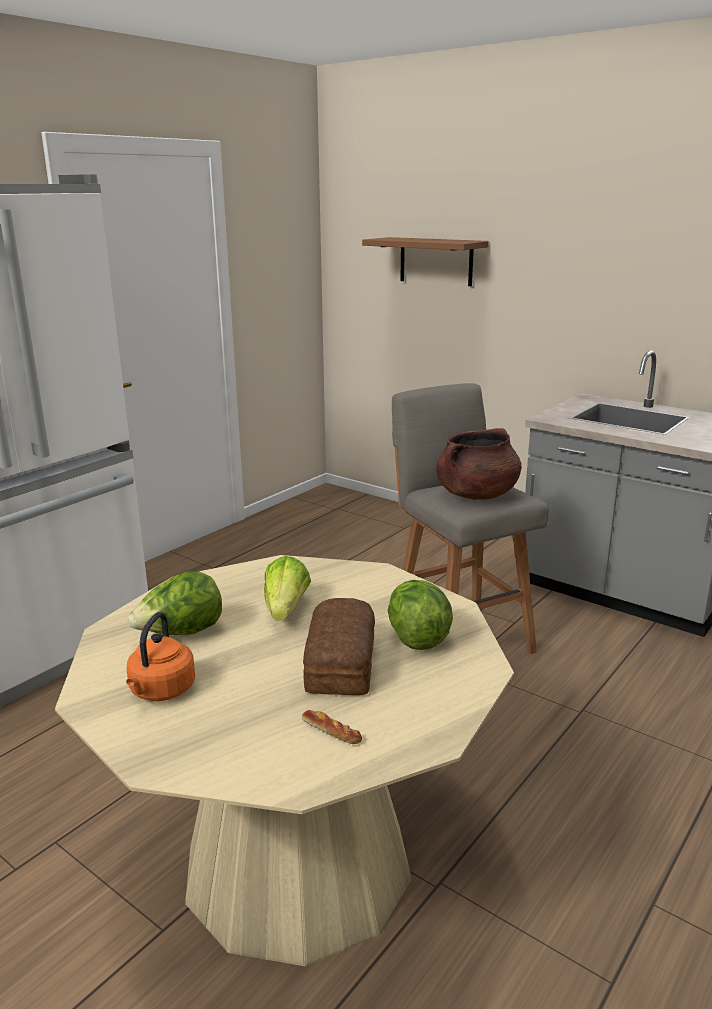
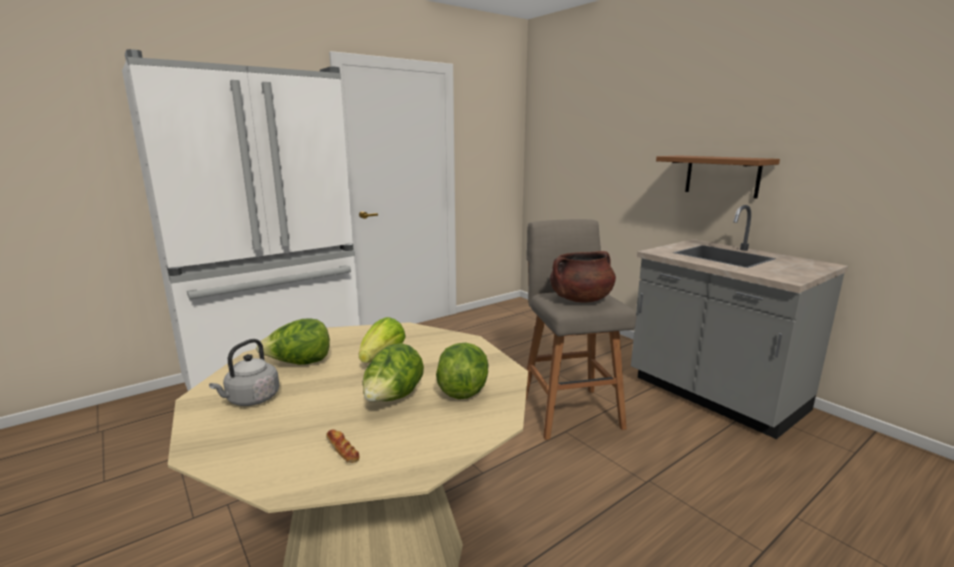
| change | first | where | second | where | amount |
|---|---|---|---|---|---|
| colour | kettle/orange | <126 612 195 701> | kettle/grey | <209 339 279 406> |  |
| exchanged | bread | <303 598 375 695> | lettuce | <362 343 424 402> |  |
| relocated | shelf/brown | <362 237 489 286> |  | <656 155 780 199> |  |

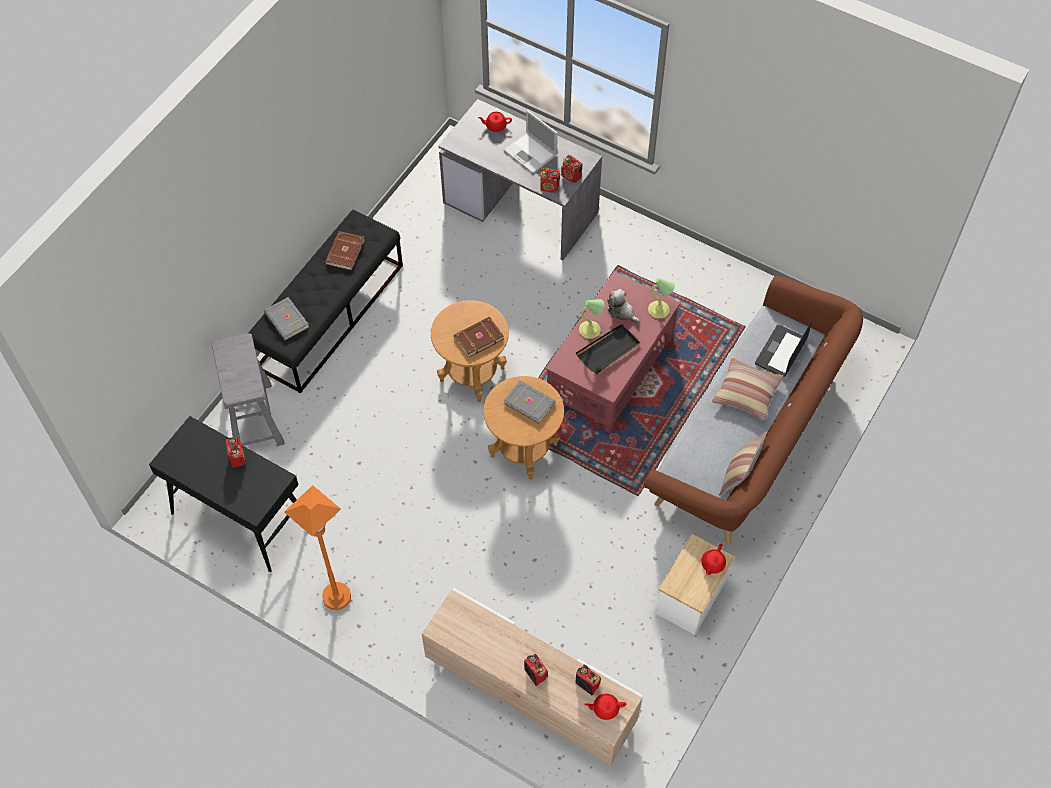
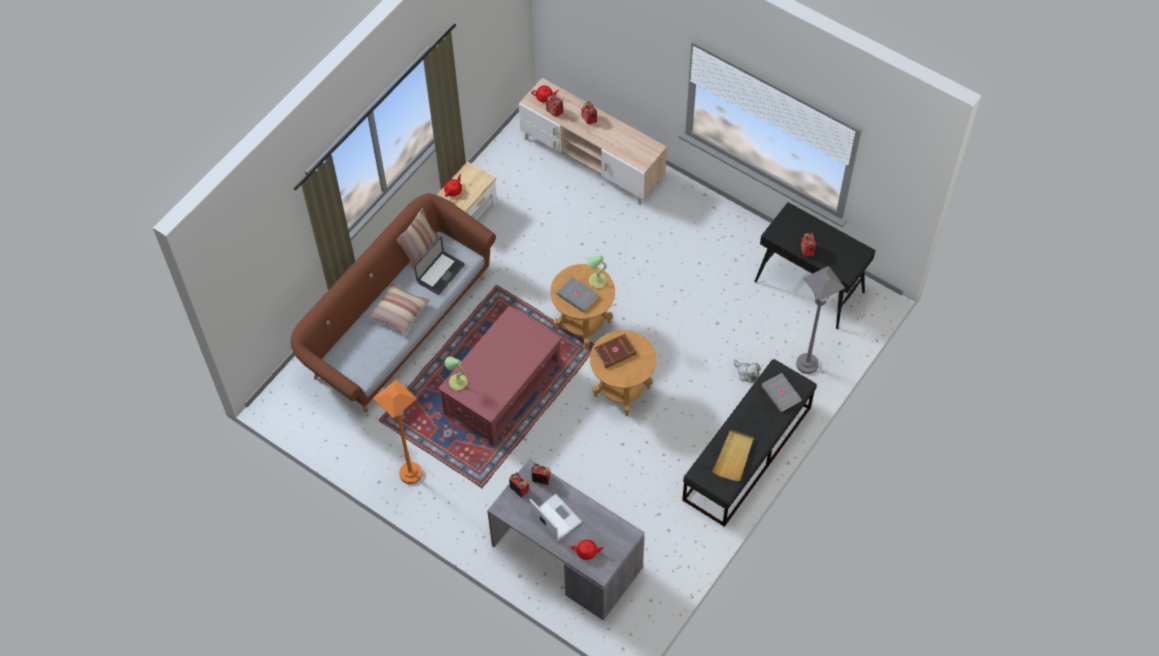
| change | first | where | second | where | amount |
|---|---|---|---|---|---|
| relocated | floor lamp/orange | <284 485 351 610> |  | <373 379 422 484> |  |
| relocated | laptop | <755 320 813 377> |  | <414 236 465 295> |  |
| relocated | table lamp | <579 299 604 339> |  | <587 256 607 288> |  |
| exchanged | book/brown | <325 231 365 270> | tray/beige | <712 430 754 481> |  |
| relocated | plush toy | <607 289 640 323> |  | <734 360 761 383> |  |
| exchanged | stool/grey | <212 333 285 446> | floor lamp/grey | <796 266 845 374> |  |
| missing | tray/black | <576 324 640 375> |  |  |  |

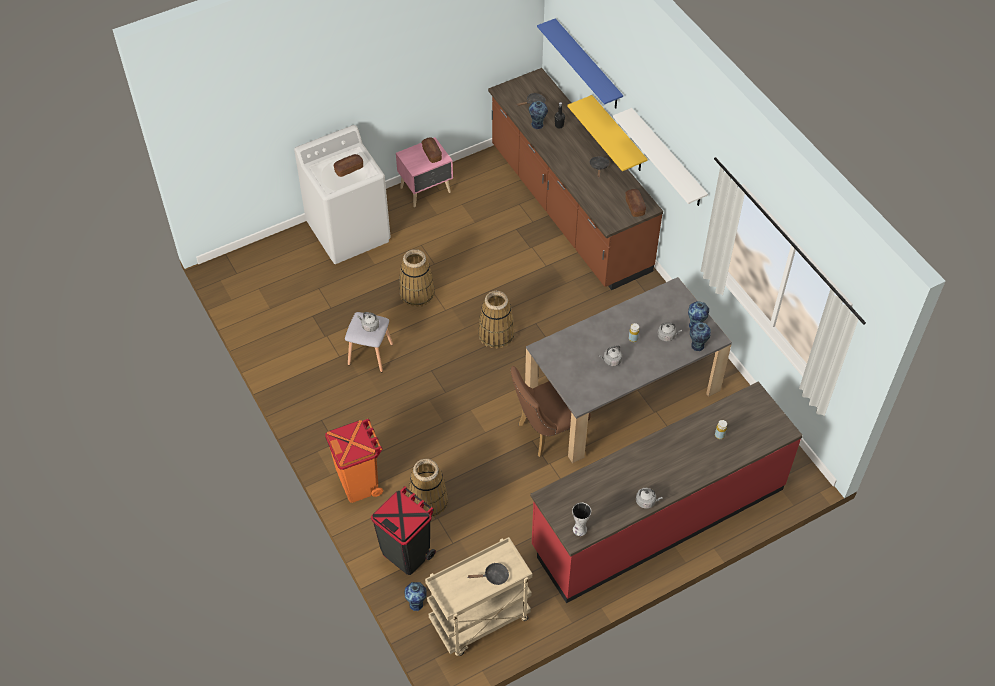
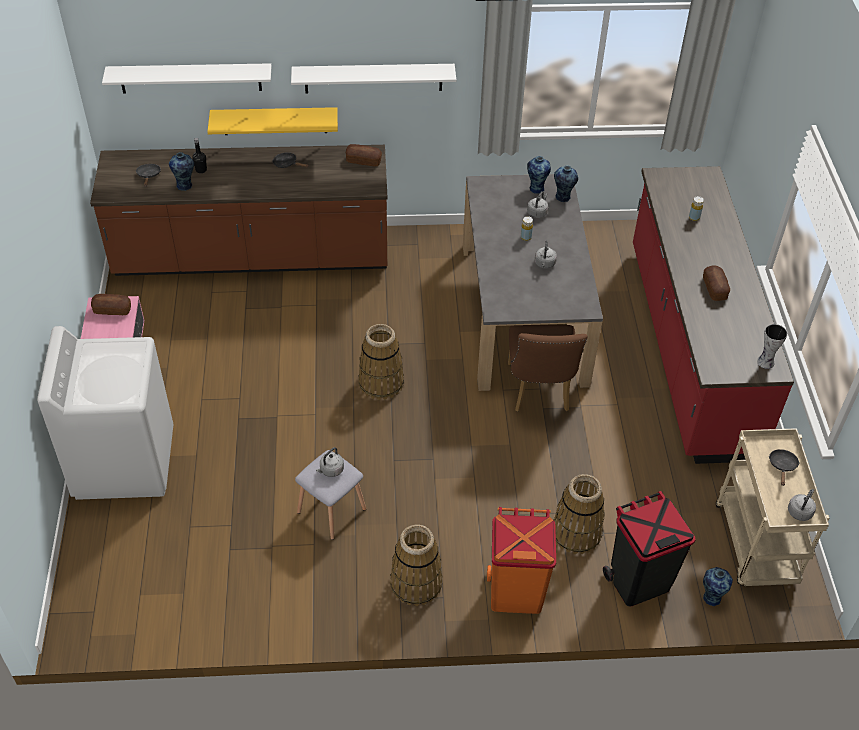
| change | first | where | second | where | amount |
|---|---|---|---|---|---|
| colour | shelf/blue | <537 18 623 108> | shelf/white | <102 63 272 94> |  |
| relocated | basket | <399 249 435 307> |  | <390 525 442 606> |  |
| relocated | bread | <334 154 363 177> |  | <703 265 730 301> |  |
| relocated | kettle/grey | <636 488 663 509> |  | <788 489 816 521> |  |

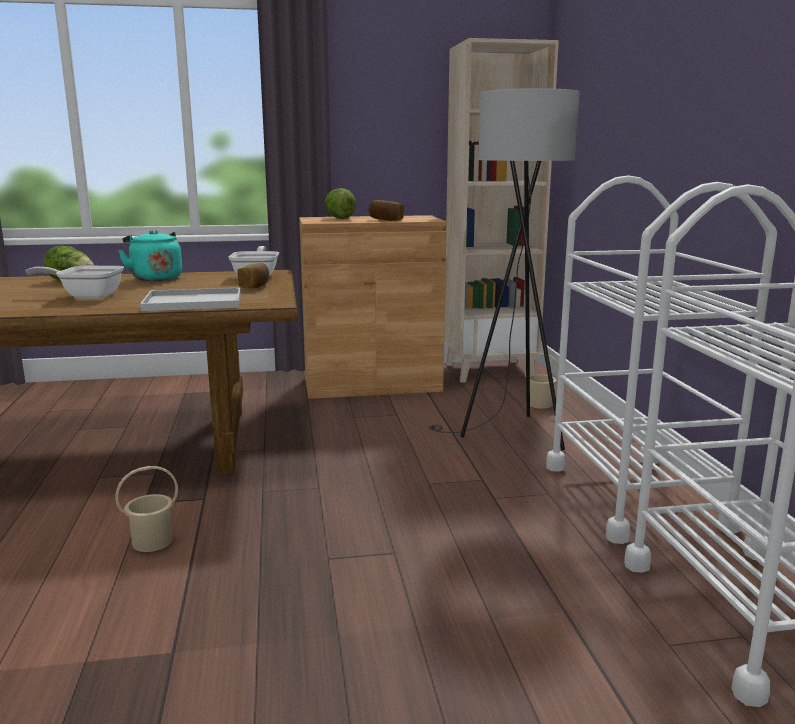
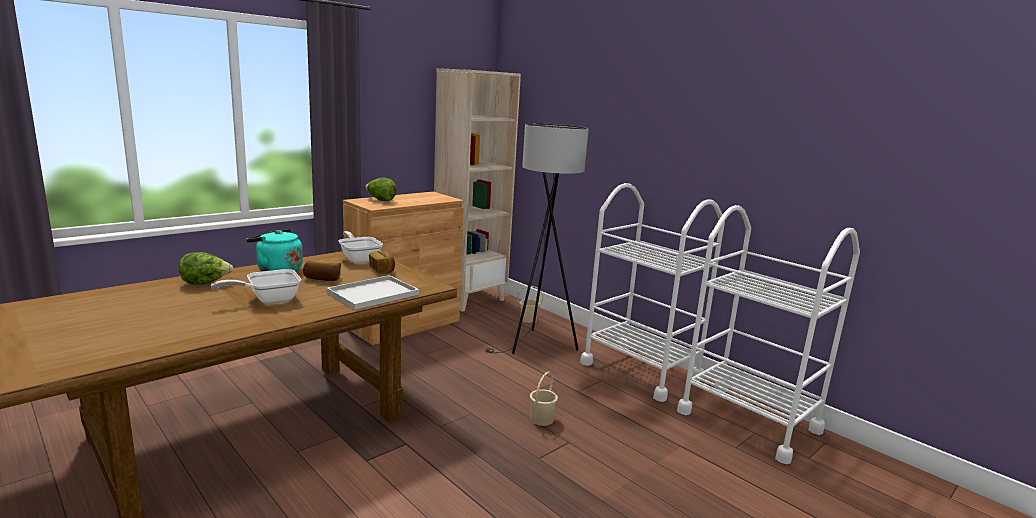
| change | first | where | second | where | amount |
|---|---|---|---|---|---|
| relocated | bread | <369 200 404 221> |  | <303 259 341 281> |  |
| relocated | bucket/beige | <115 466 178 552> |  | <530 372 558 426> |  |

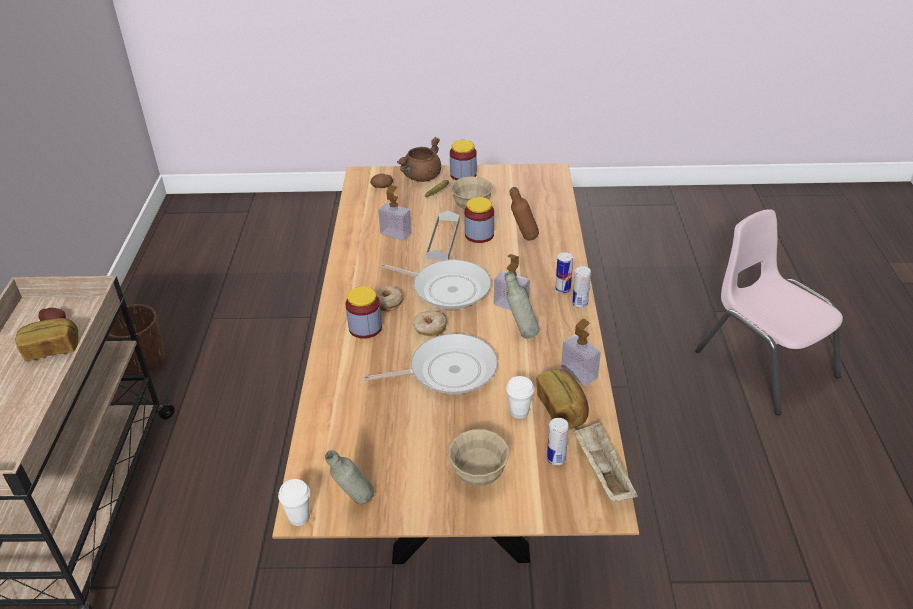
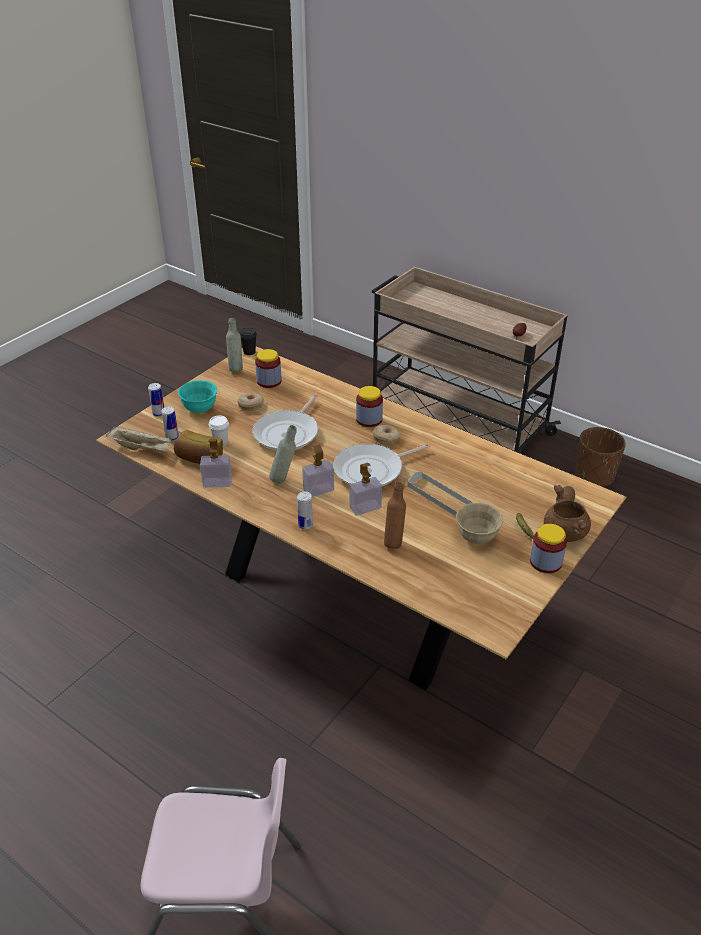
| change | first | where | second | where | amount |
|---|---|---|---|---|---|
| relocated | can | <572 266 591 308> |  | <148 383 164 417> |  |
| colour | bowl/beige | <448 429 509 486> | bowl/turquoise | <178 380 217 413> |  |
| relocated | donut | <413 311 447 337> |  | <238 393 264 411> |  |
| colour | cup/white | <278 479 310 526> | cup/black | <240 327 257 355> |  |
| relocated | jar | <464 197 494 243> |  | <255 349 282 388> |  |
| relocated | soap dispenser | <378 185 411 241> |  | <350 463 382 516> |  |
| missing | bread | <15 318 78 361> |  |  |  |

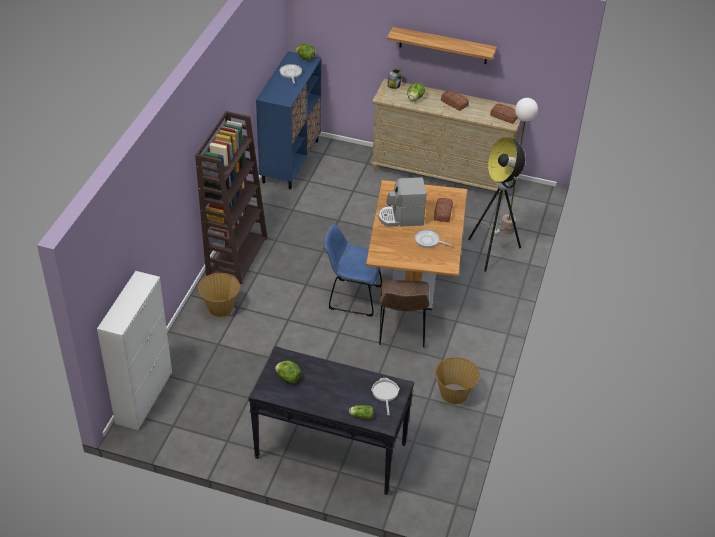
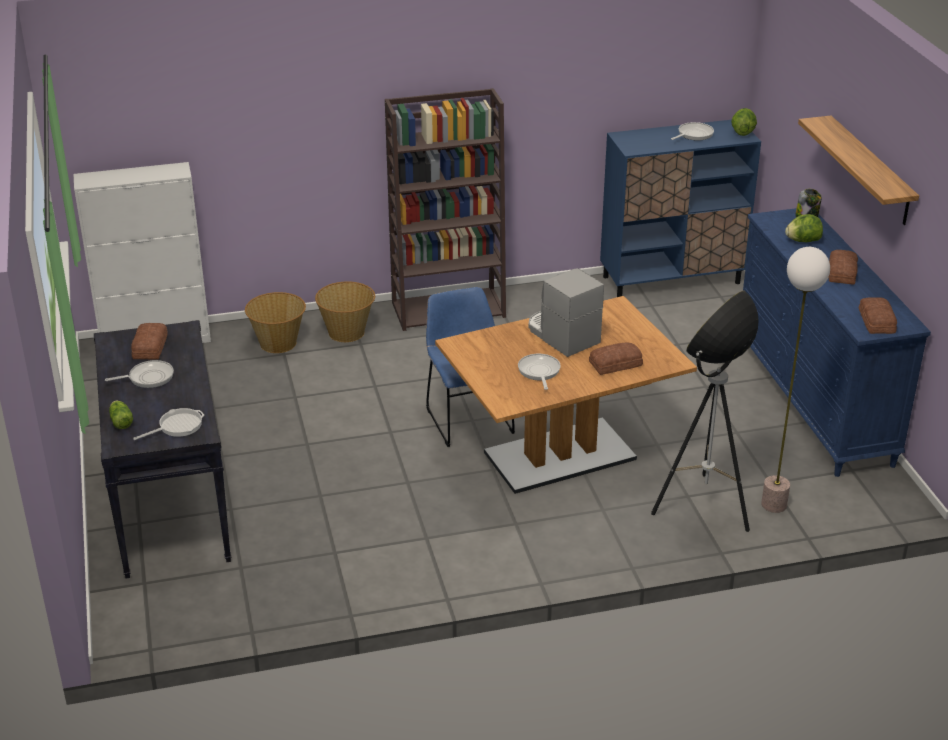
| change | first | where | second | where | amount |
|---|---|---|---|---|---|
| appeared |  |  | frying pan | <105 360 174 388> |  |
| exchanged | lettuce | <275 361 301 383> | bread | <131 323 168 360> |  |
| relocated | basket | <435 357 480 404> |  | <245 292 306 353> |  |
| colour | dresser/beige | <371 79 521 200> | dresser/blue | <743 208 931 477> |  |
| missing | chair/brown | <379 280 430 347> |  |  |  |

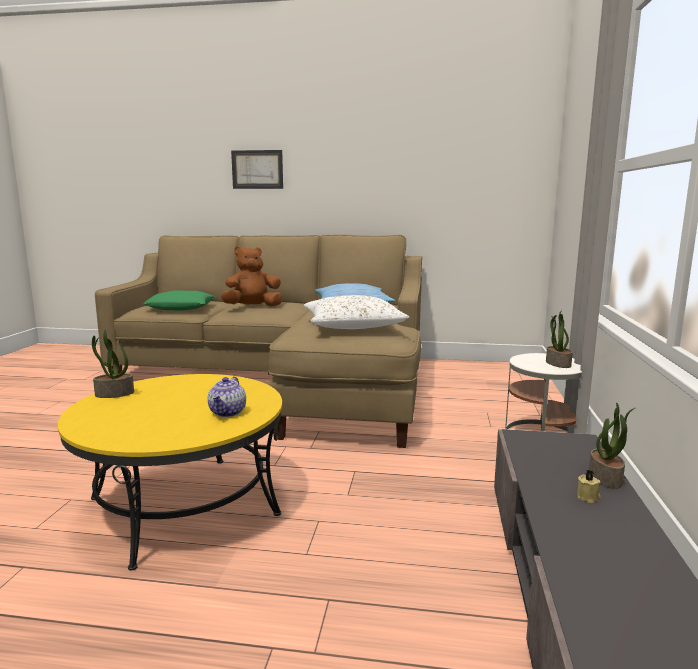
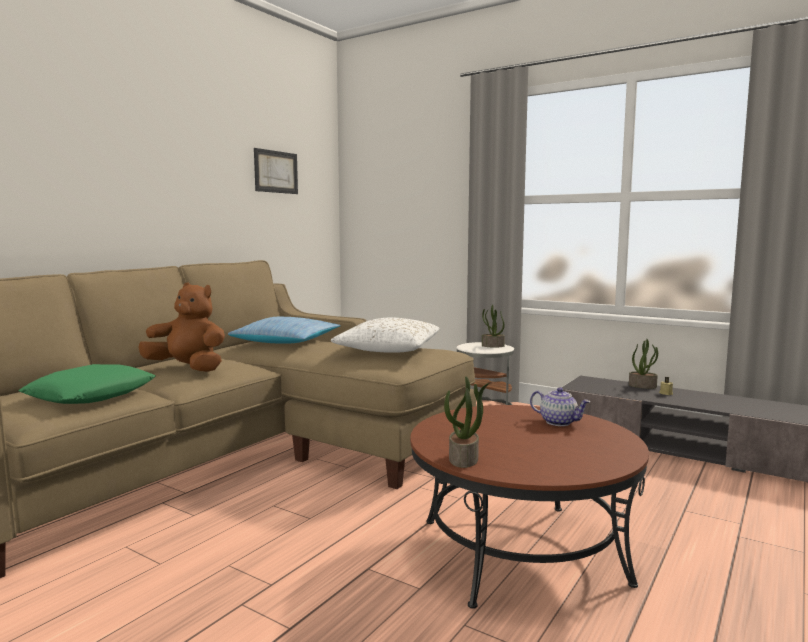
| change | first | where | second | where | amount |
|---|---|---|---|---|---|
| spun | plush toy/brown | <221 246 283 306> |  | <139 282 225 372> | 105 degrees clockwise |
| relocated | picture | <231 150 283 189> |  | <254 148 298 194> |  |
| colour | coffee table/yellow | <58 374 282 570> | coffee table/brown | <410 405 649 609> |  |

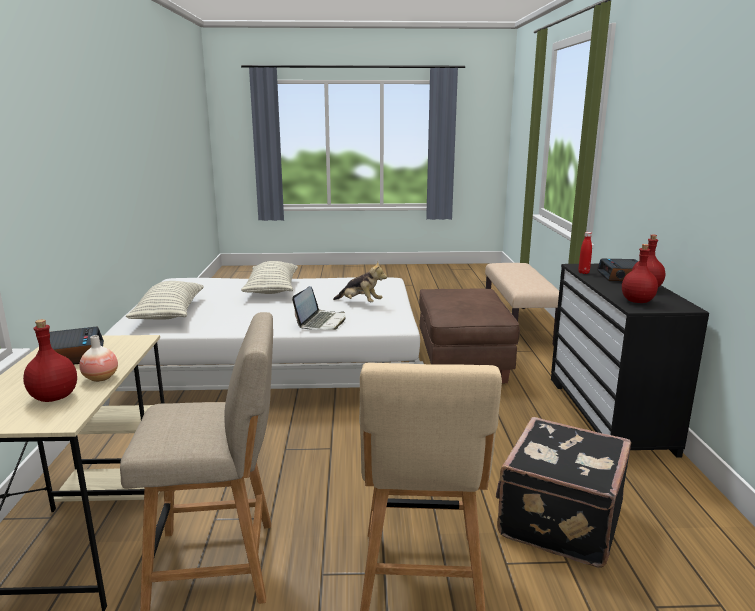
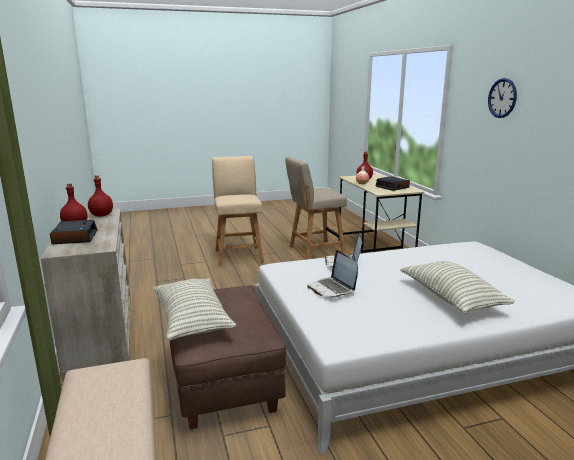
| change | first | where | second | where | amount |
|---|---|---|---|---|---|
| colour | dresser/black | <551 264 709 458> | dresser/beige | <41 209 131 381> |  |
| relocated | pillow | <126 281 203 320> |  | <153 278 236 341> |  |
| exchanged | plush toy | <333 262 387 302> | laptop | <307 250 358 298> |  |
| appeared |  |  | wall clock | <488 78 517 118> |  |
| missing | suitcase/black | <496 417 631 567> |  |  |  |
| missing | bottle/red | <578 232 592 274> |  |  |  |

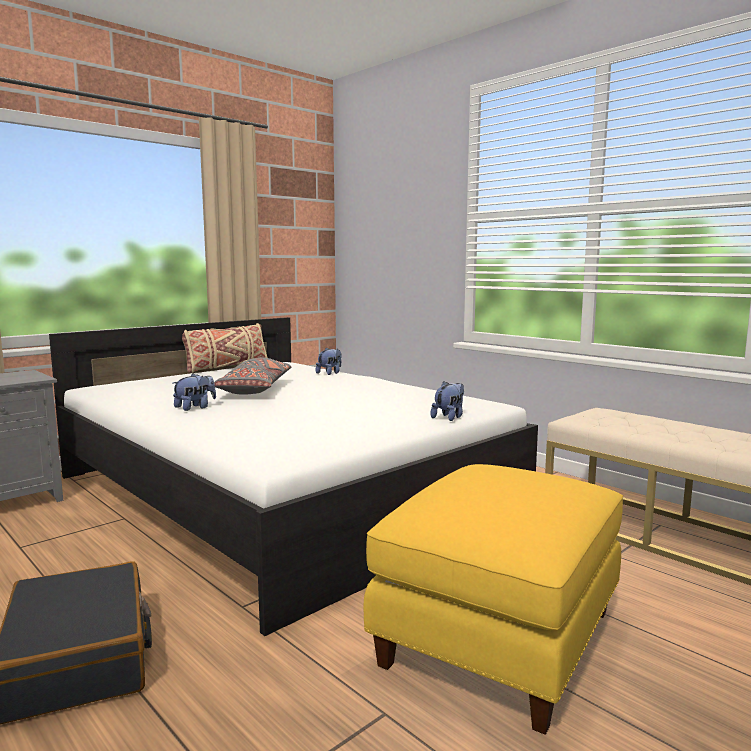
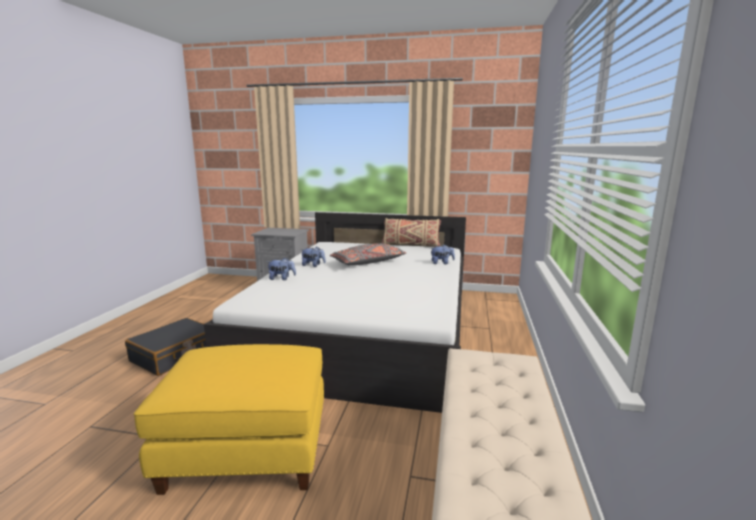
| change | first | where | second | where | amount |
|---|---|---|---|---|---|
| relocated | plush toy | <430 381 464 421> |  | <268 257 296 280> |  |

